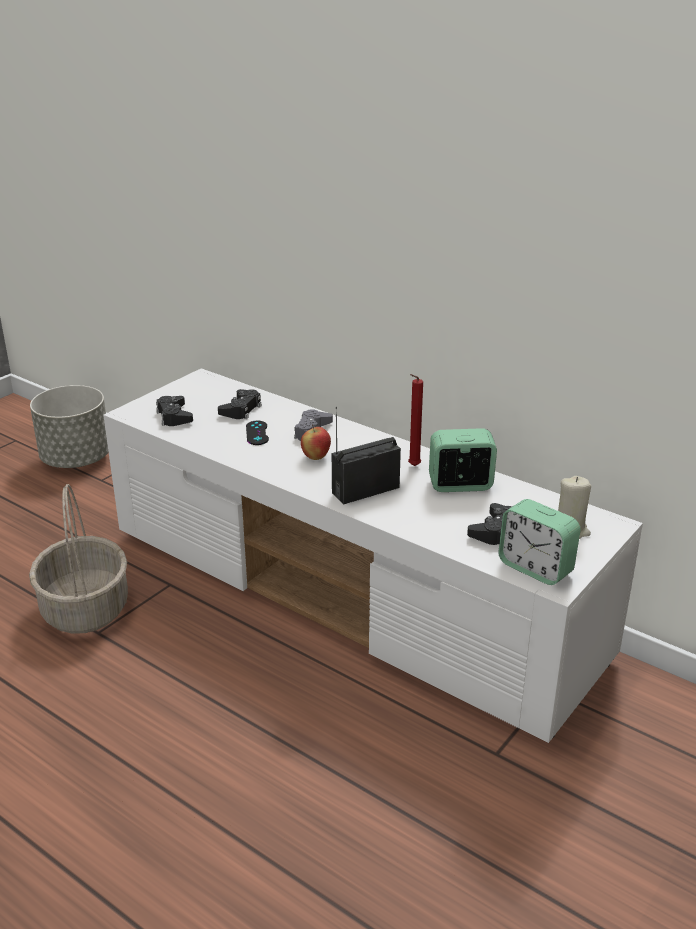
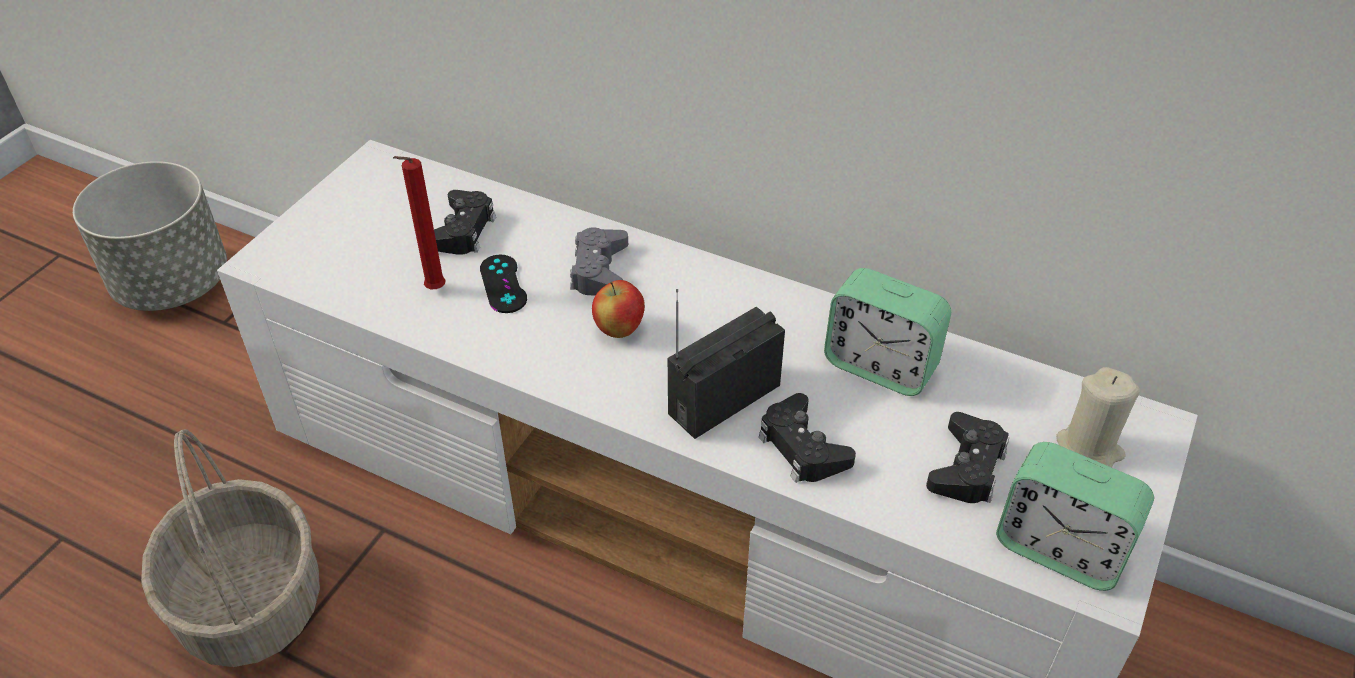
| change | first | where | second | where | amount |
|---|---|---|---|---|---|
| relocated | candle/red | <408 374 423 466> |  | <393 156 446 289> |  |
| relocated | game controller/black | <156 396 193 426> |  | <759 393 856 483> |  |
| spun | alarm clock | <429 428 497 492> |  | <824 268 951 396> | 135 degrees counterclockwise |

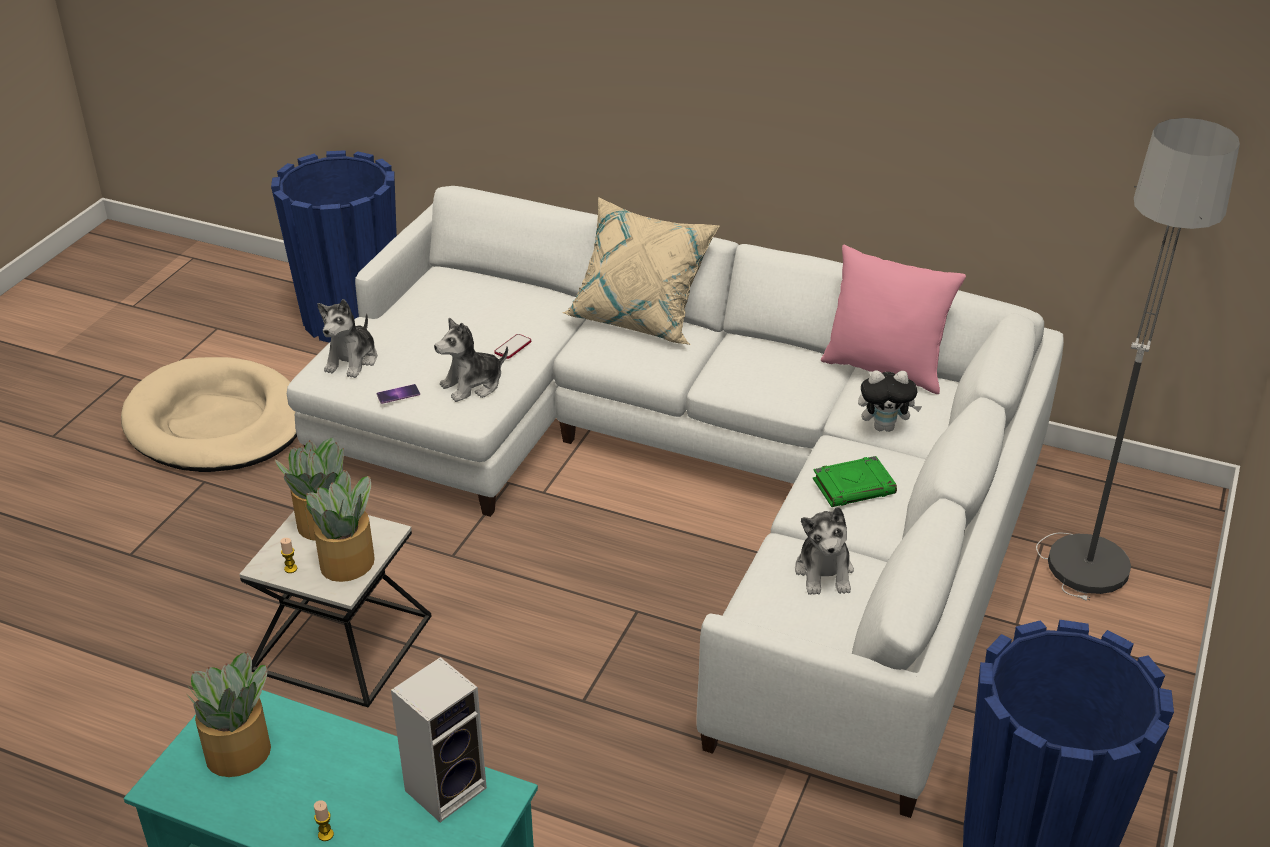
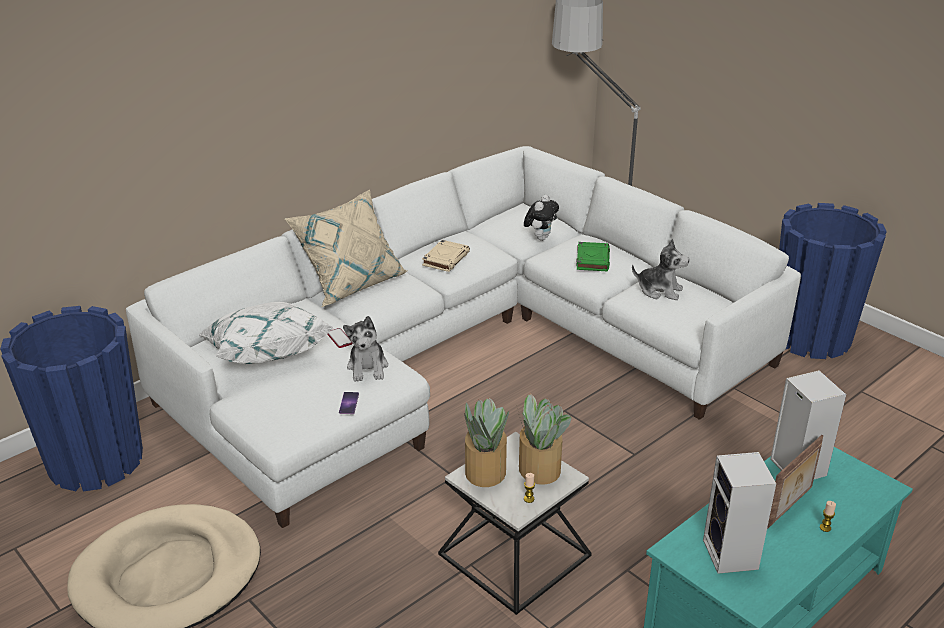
| change | first | where | second | where | amount |
|---|---|---|---|---|---|
| appeared |  |  | pillow/white | <198 302 334 364> |  |
| appeared |  |  | book/beige | <422 240 470 272> |  |
| exchanged | potted plant | <186 652 271 777> | speaker | <703 452 776 574> |  |
| appeared |  |  | picture frame | <767 435 823 529> |  |
| missing | plush toy | <317 299 377 378> |  |  |  |
| missing | pillow/pink | <821 245 966 394> |  |  |  |

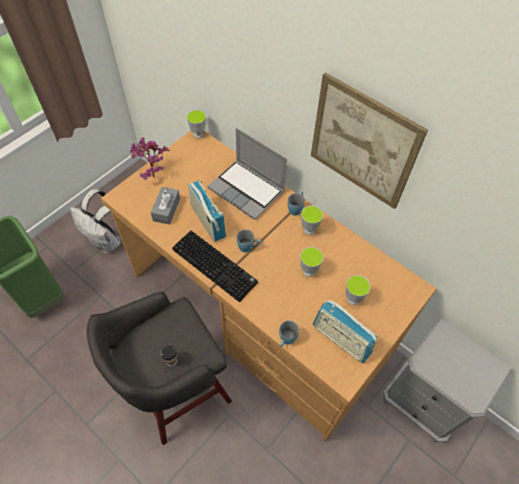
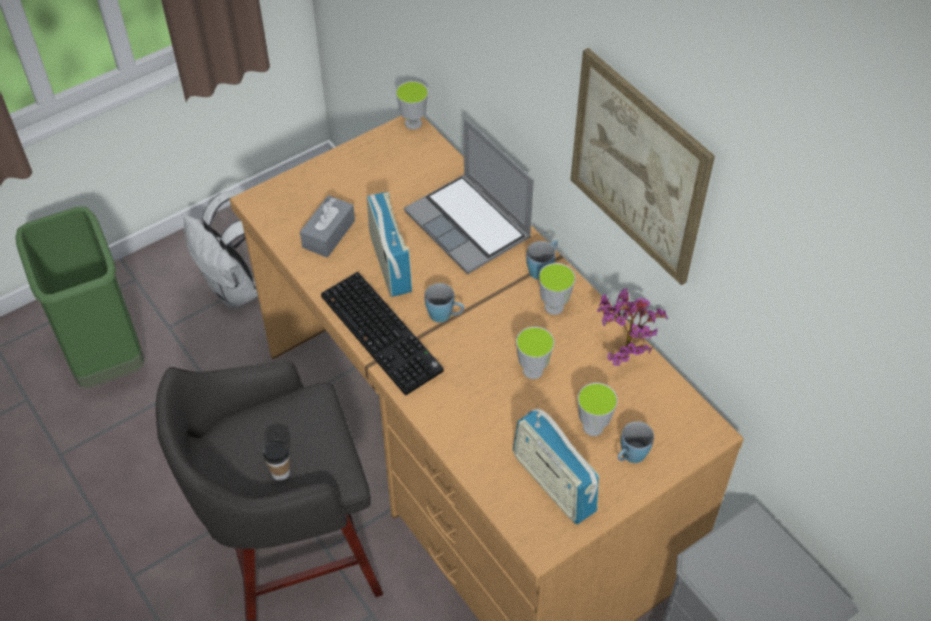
| change | first | where | second | where | amount |
|---|---|---|---|---|---|
| relocated | potted plant | <130 137 170 180> |  | <597 288 668 366> |  |
| relocated | mug/blue | <279 320 299 347> |  | <618 421 654 463> |  |

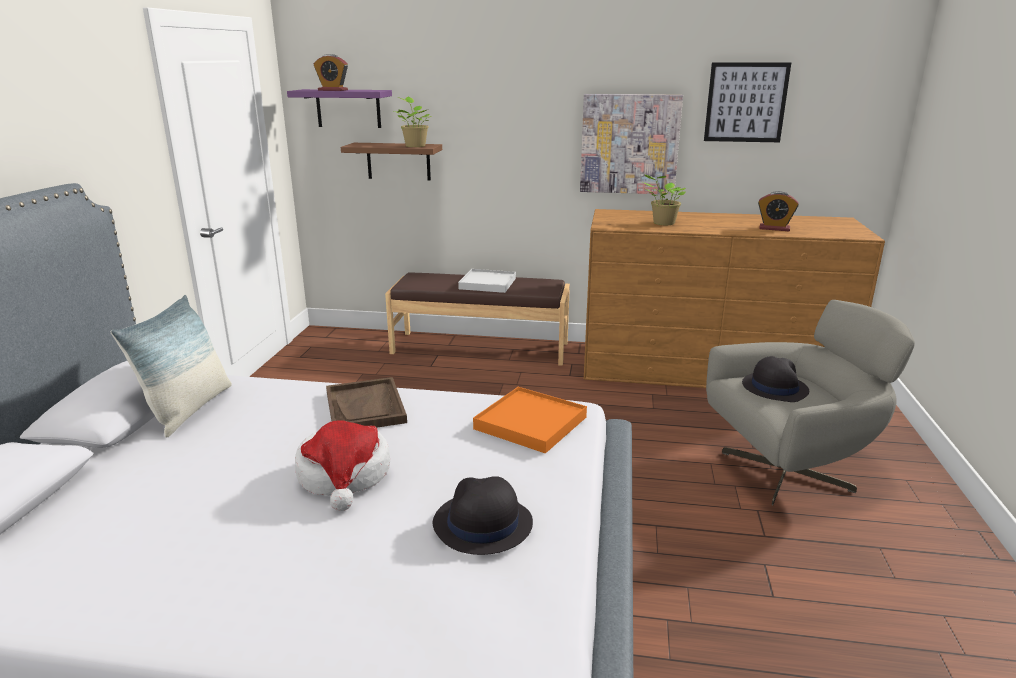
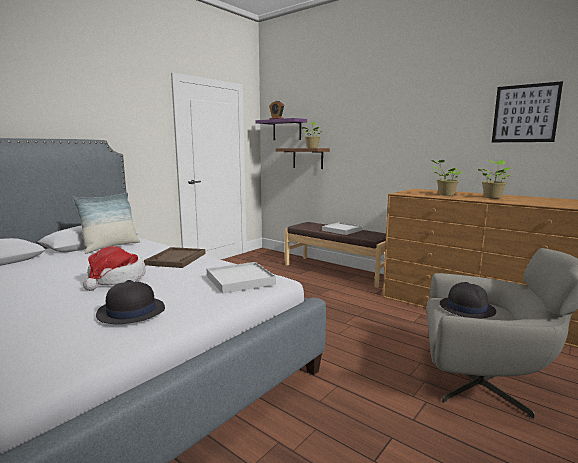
| change | first | where | second | where | amount |
|---|---|---|---|---|---|
| colour | tray/orange | <473 387 587 453> | tray/white | <207 262 276 294> |  |
| appeared |  |  | potted plant | <478 160 510 198> |  |
| missing | picture | <580 94 683 195> |  |  |  |
| missing | alarm clock | <758 191 799 231> |  |  |  |

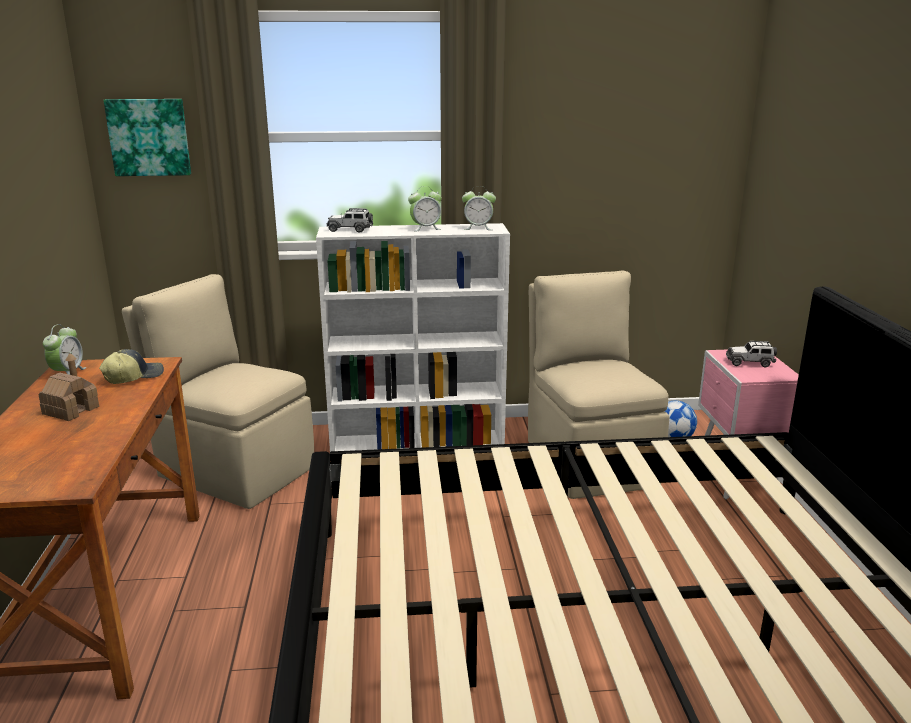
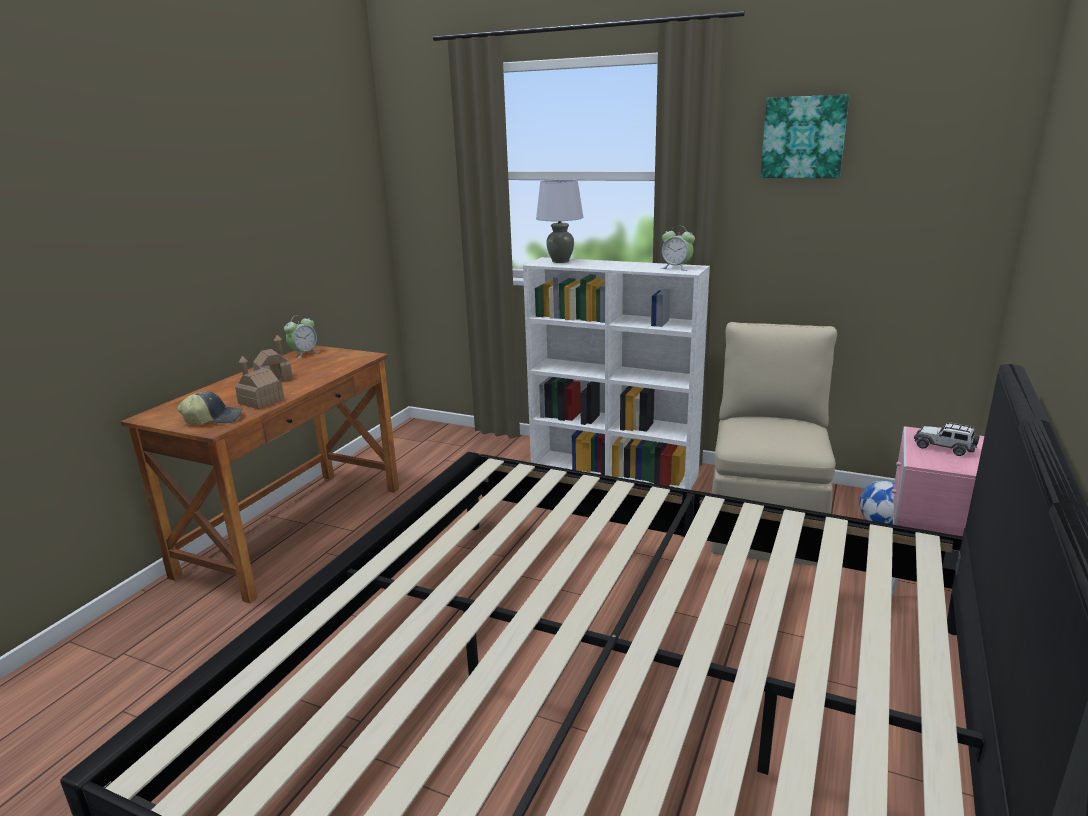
| change | first | where | second | where | amount |
|---|---|---|---|---|---|
| relocated | cap | <99 349 164 384> |  | <177 391 243 424> |  |
| appeared |  |  | toy house | <235 356 284 409> |  |
| exchanged | toy car | <326 208 373 233> | table lamp/grey | <536 179 583 263> |  |
| relocated | picture | <104 99 191 176> |  | <761 95 849 178> |  |
| missing | chair/beige | <122 274 314 509> |  |  |  |
| missing | alarm clock | <408 186 442 231> |  |  |  |

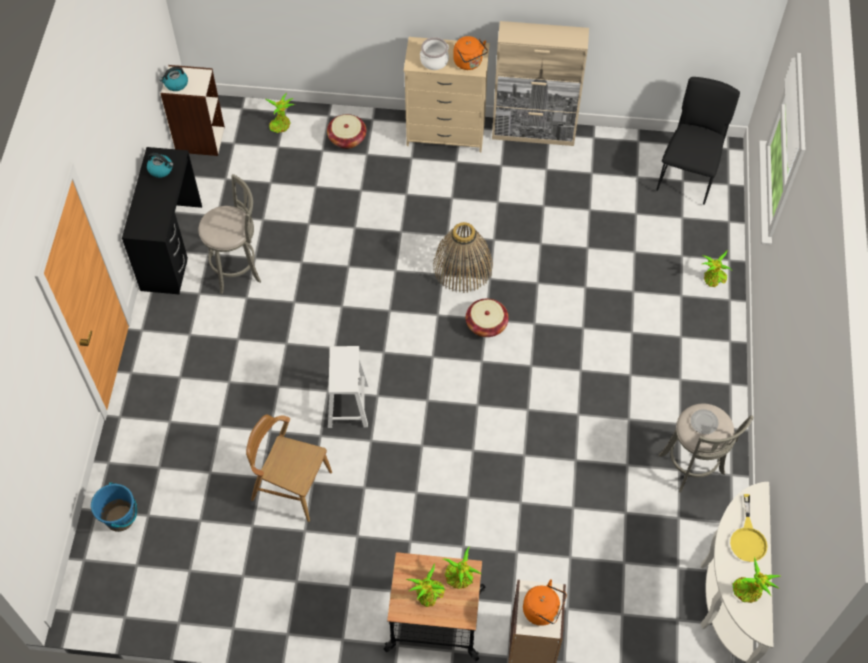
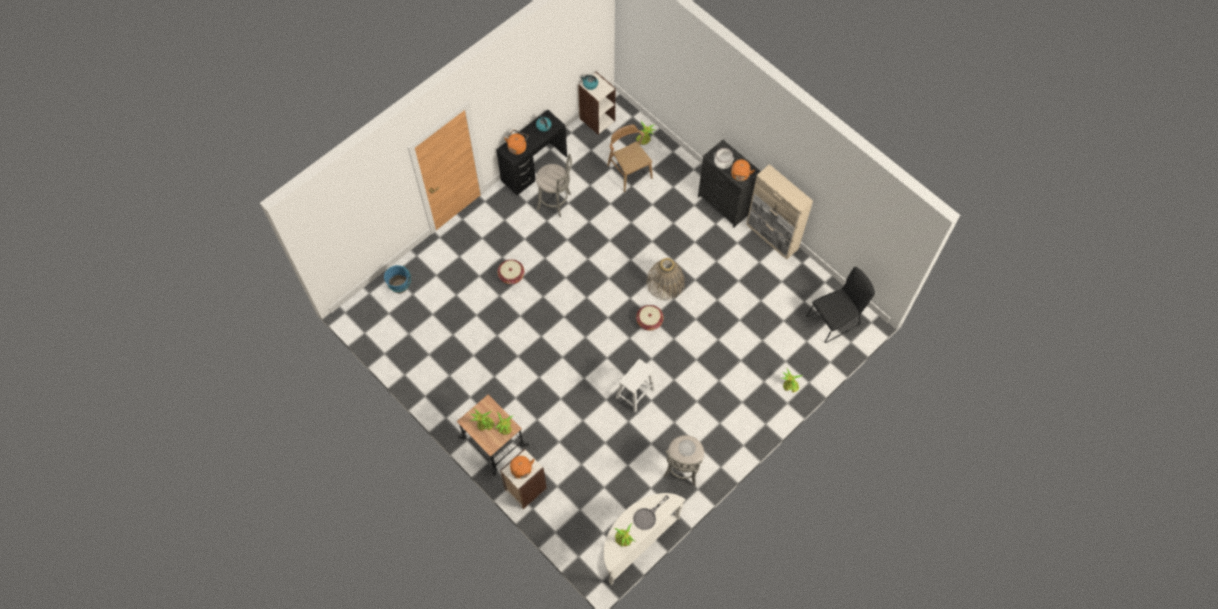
| change | first | where | second | where | amount |
|---|---|---|---|---|---|
| relocated | basket | <327 114 366 149> |  | <498 259 524 284> |  |
| appeared |  |  | kettle/orange | <504 130 528 155> |  |
| relocated | chair/brown | <246 414 332 522> |  | <607 124 653 192> |  |
| relocated | stool/white | <328 346 368 428> |  | <616 359 655 412> |  |
| colour | frying pan/yellow | <730 494 768 562> | frying pan/grey | <634 495 669 530> |  |
| colour | dresser/beige | <404 37 490 152> | dresser/black | <698 140 761 228> |  |

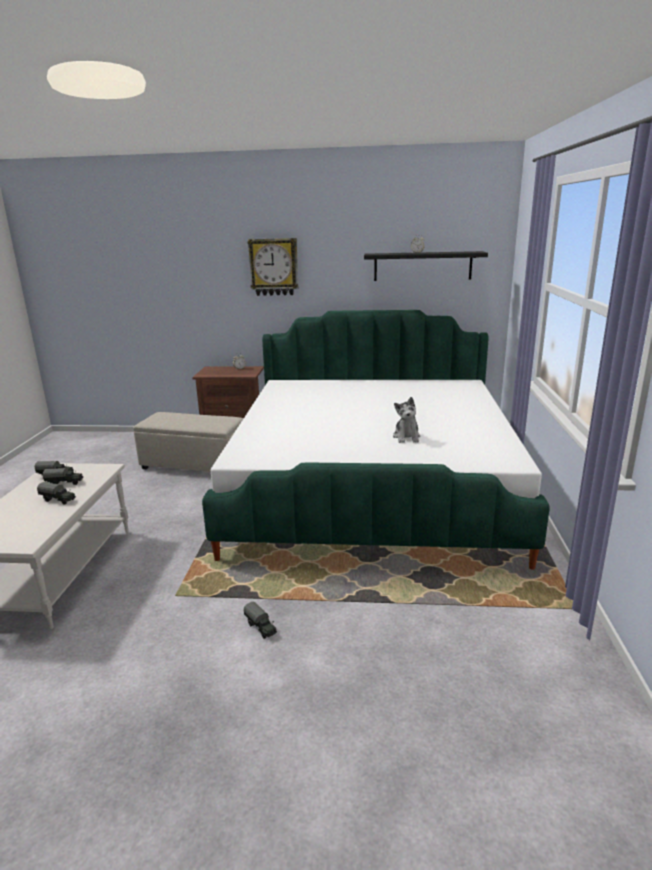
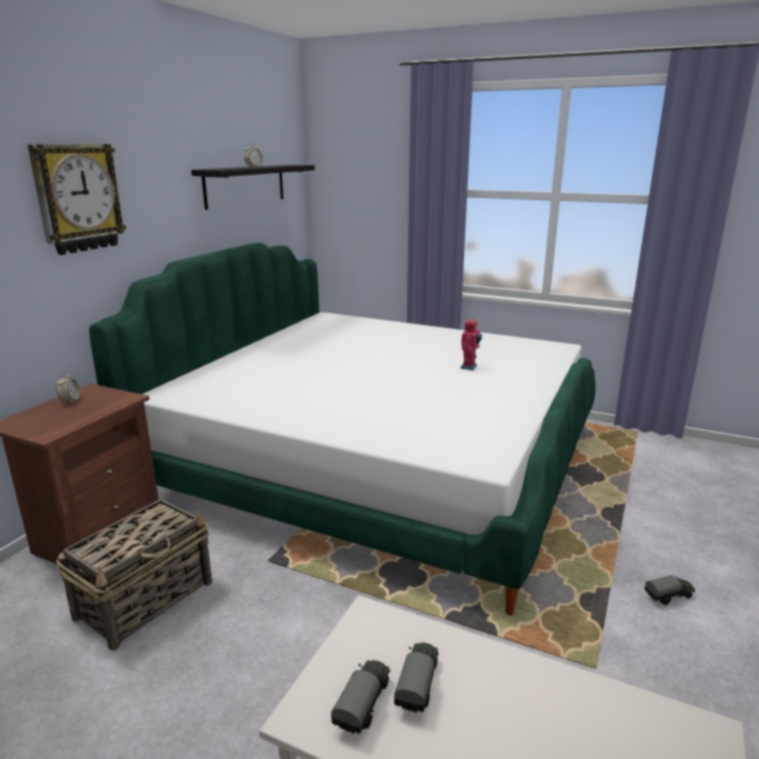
| change | first | where | second | where | amount |
|---|---|---|---|---|---|
| exchanged | ottoman/beige | <133 412 243 472> | basket | <56 499 212 650> |  |
| exchanged | plush toy | <393 397 421 443> | toy robot | <460 318 482 370> |  |
| missing | toy truck | <37 482 76 505> |  |  |  |

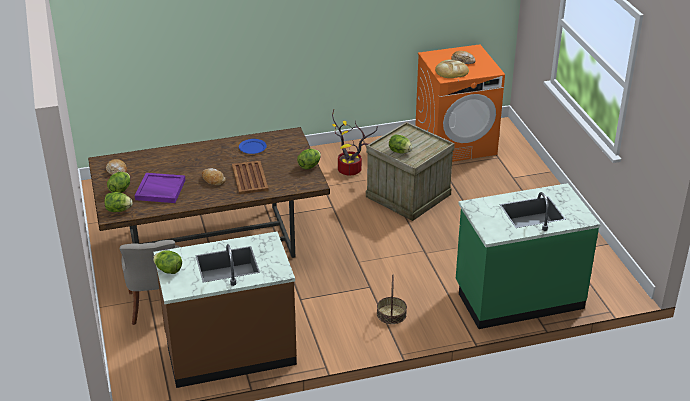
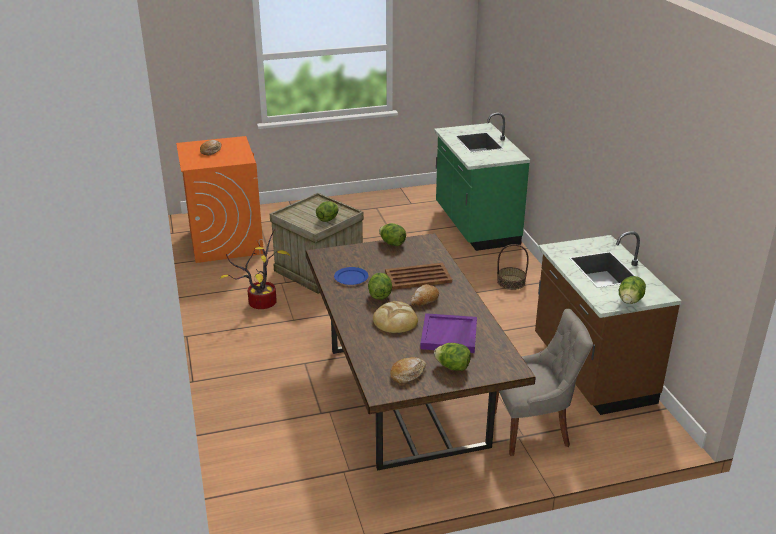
| change | first | where | second | where | amount |
|---|---|---|---|---|---|
| relocated | lettuce | <104 192 133 212> |  | <368 273 392 300> |  |
| relocated | bread | <435 59 469 78> |  | <373 301 418 333> |  |

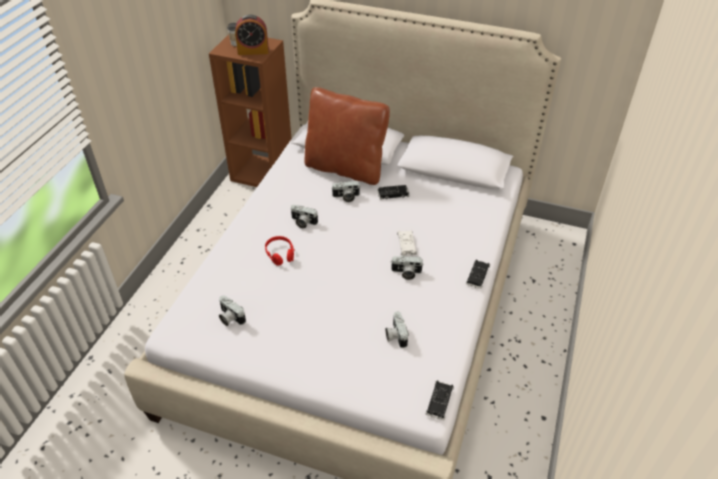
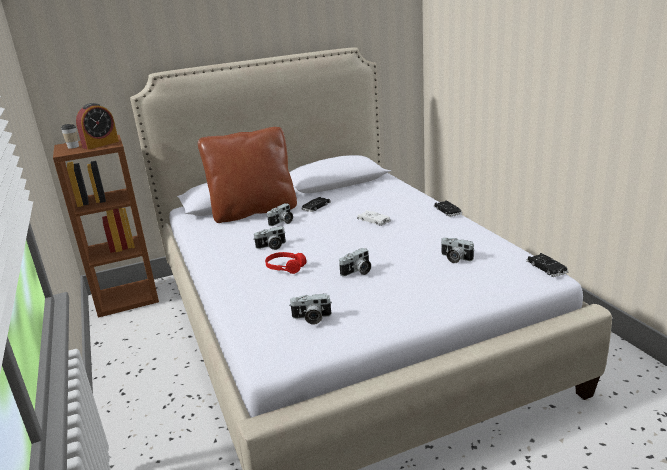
| change | first | where | second | where | amount |
|---|---|---|---|---|---|
| relocated | photo camera | <391 256 424 280> |  | <339 248 371 276> |  |

